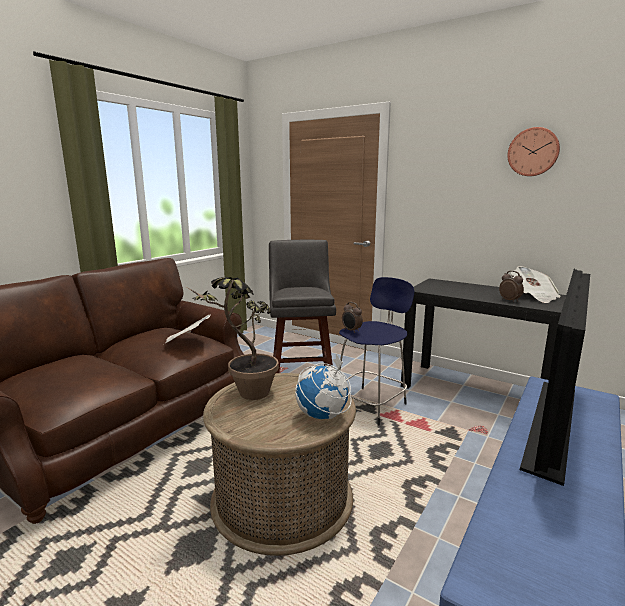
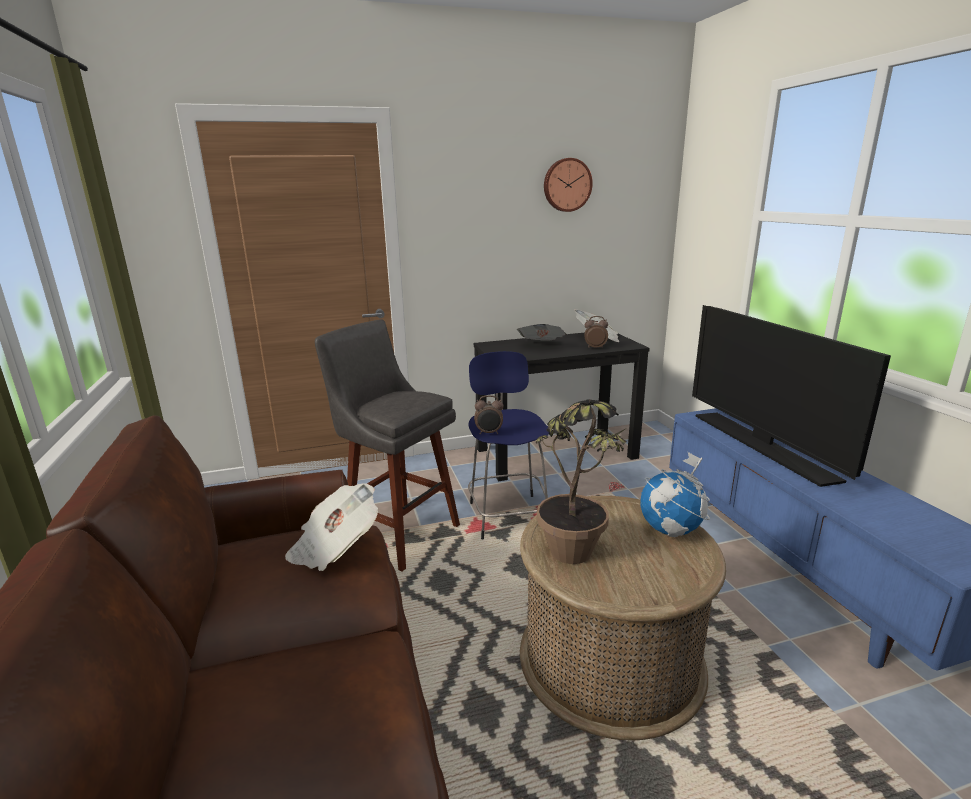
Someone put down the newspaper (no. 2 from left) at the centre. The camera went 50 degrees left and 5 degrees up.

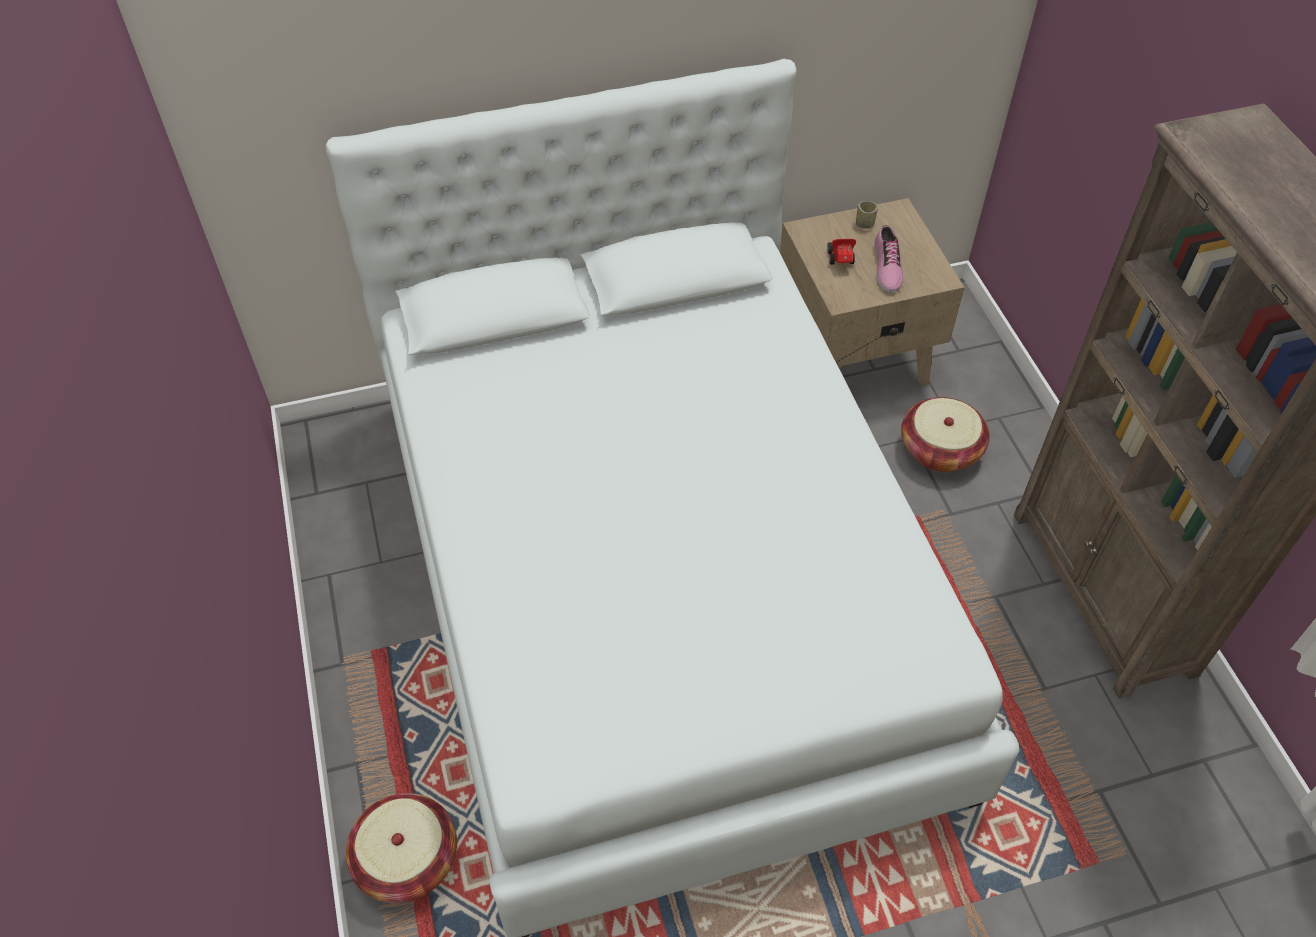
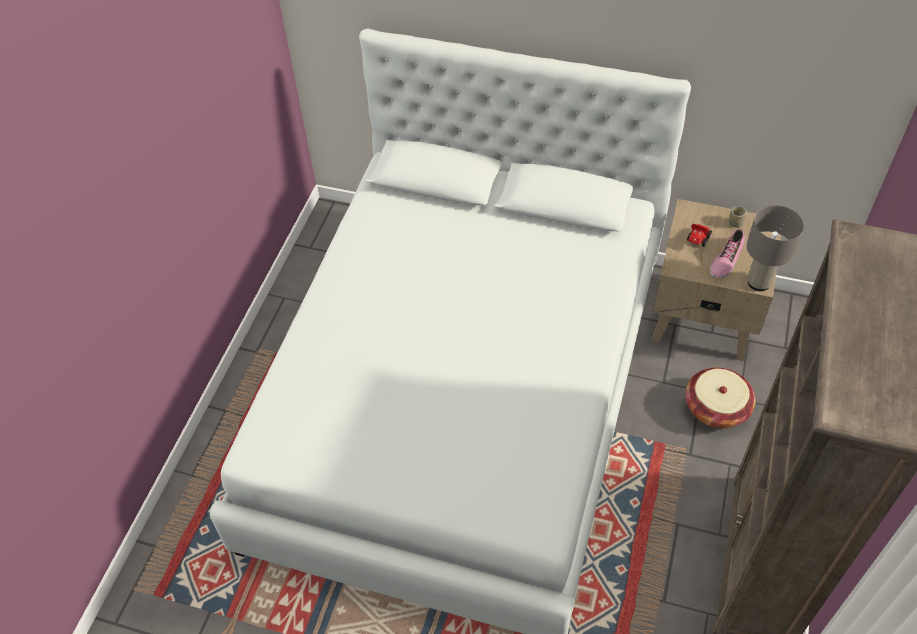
Someone put down the grey table lamp at the middle right. Someone took away the basket (no. 1 from left) at the bottom left. The camera went 35 degrees right and 0 degrees up.

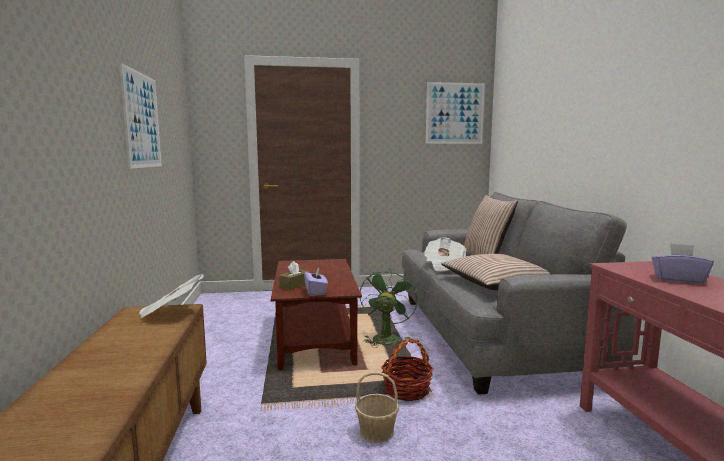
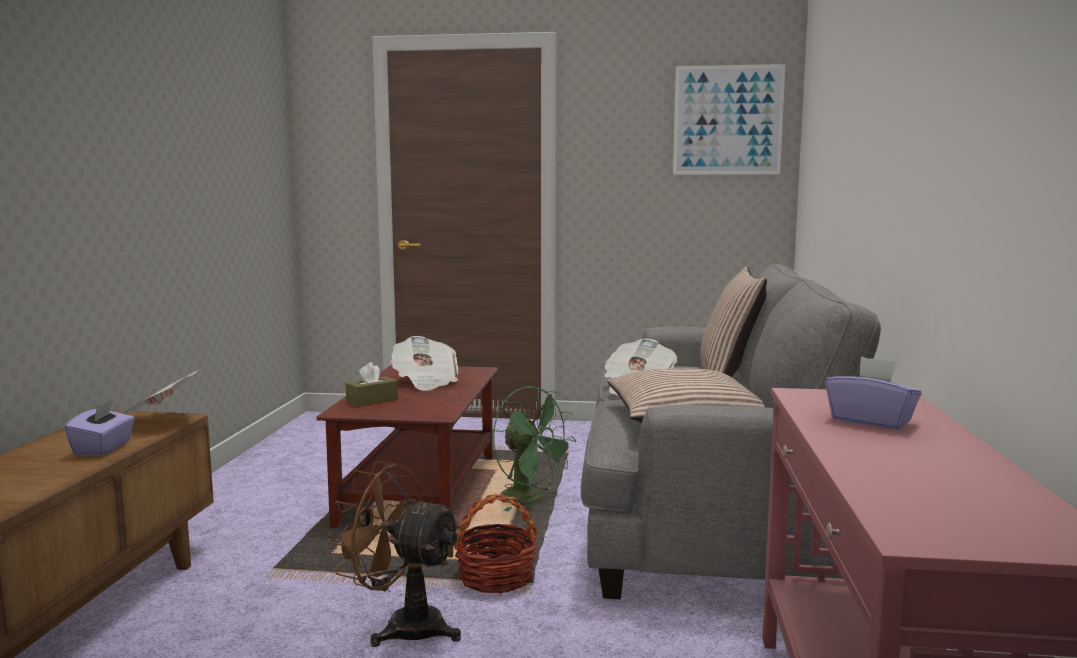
Someone carried the purple tissue box (no. 1 from left) from the centre to the middle left. Someone swapped the basket (no. 1 from left) at the bottom centre for the brown fan at the bottom centre. Someone put down the newspaper (no. 2 from left) at the centre. Someone rotated the green fan at the bottom centre by 105 degrees clockwise. Someone took away the picture (no. 1 from left) at the top left. The camera went 15 degrees right and 0 degrees up.

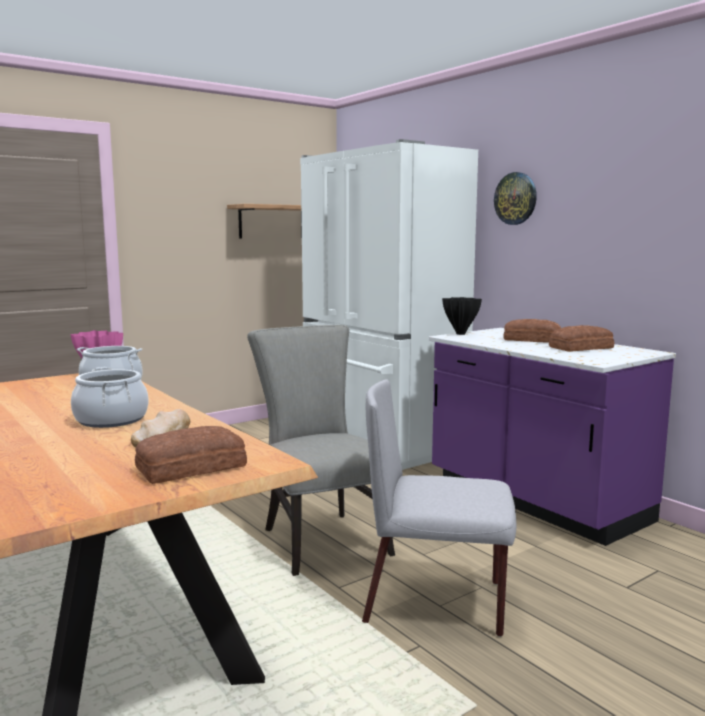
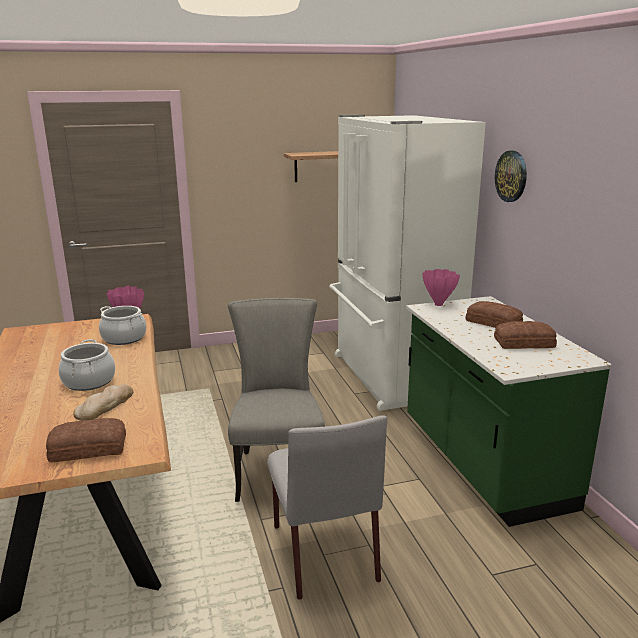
Someone rotated the grey chair (no. 2 from left) at the bottom centre by 135 degrees counterclockwise. Someone repainted the purple counter at the middle right, which became the green counter at the middle right. Someone repainted the black vase at the centre, which became the pink vase (no. 2 from left) at the middle right. The camera went 20 degrees right and 10 degrees up.

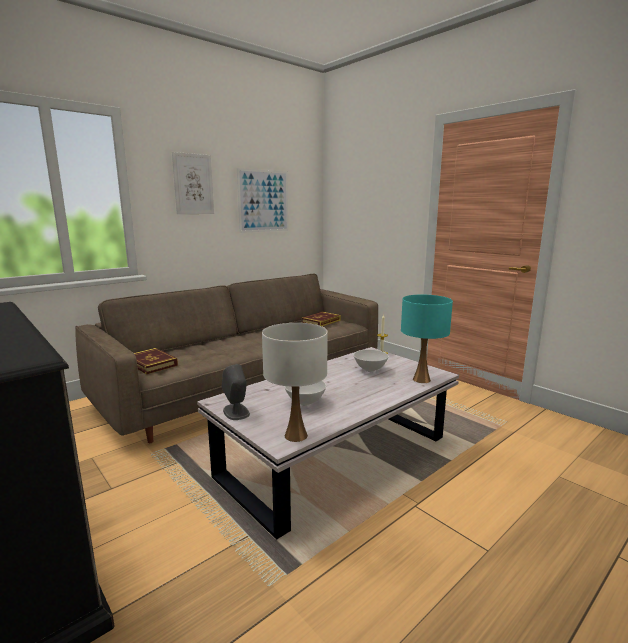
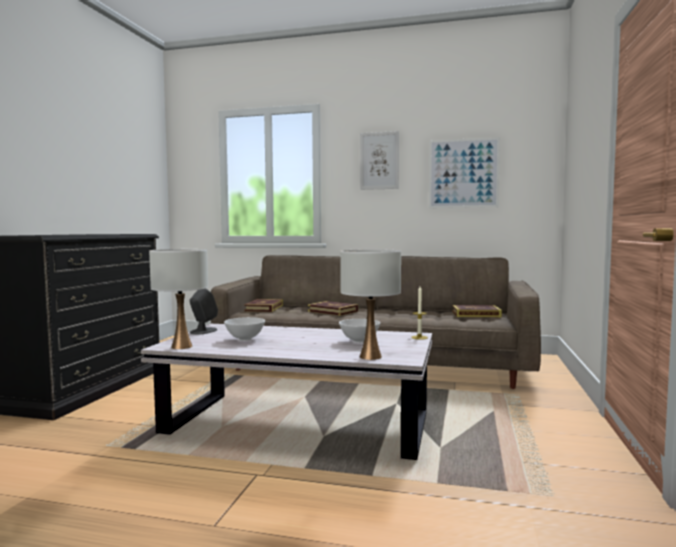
Someone put down the book (no. 2 from left) at the centre. Someone repainted the turquoise table lamp at the middle right, which became the white table lamp (no. 2 from left) at the centre. The camera went 55 degrees right and 10 degrees down.

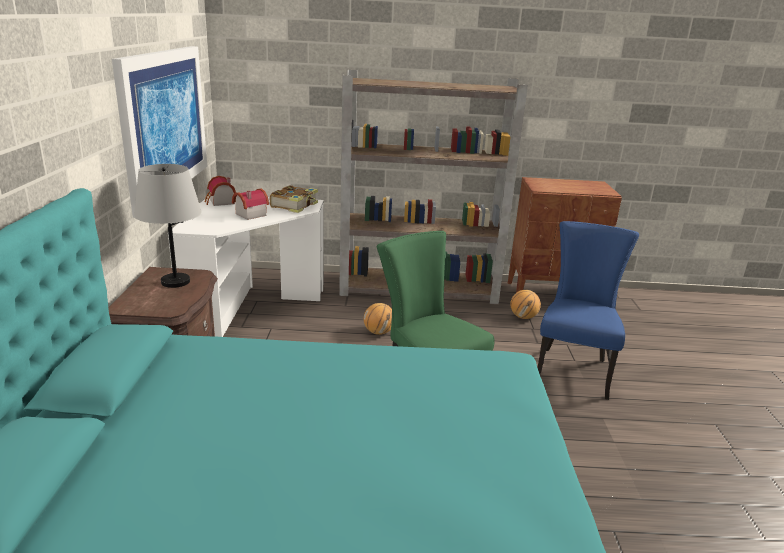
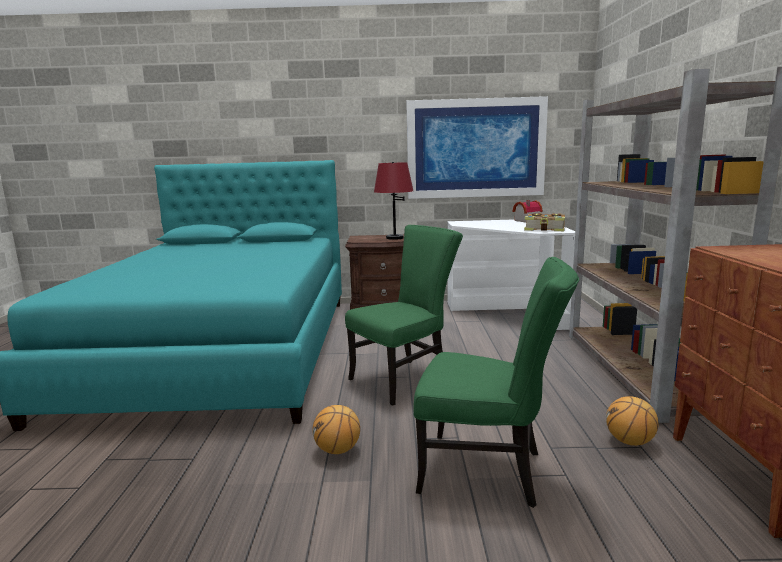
Someone carried the basketball (no. 1 from left) from the centre to the bottom centre. Someone repainted the grey table lamp at the middle left, which became the red table lamp at the centre. Someone repainted the blue chair at the middle right, which became the green chair (no. 2 from left) at the bottom centre. Someone took away the toy house (no. 2 from left) at the middle left. The camera went 90 degrees right and 10 degrees down.

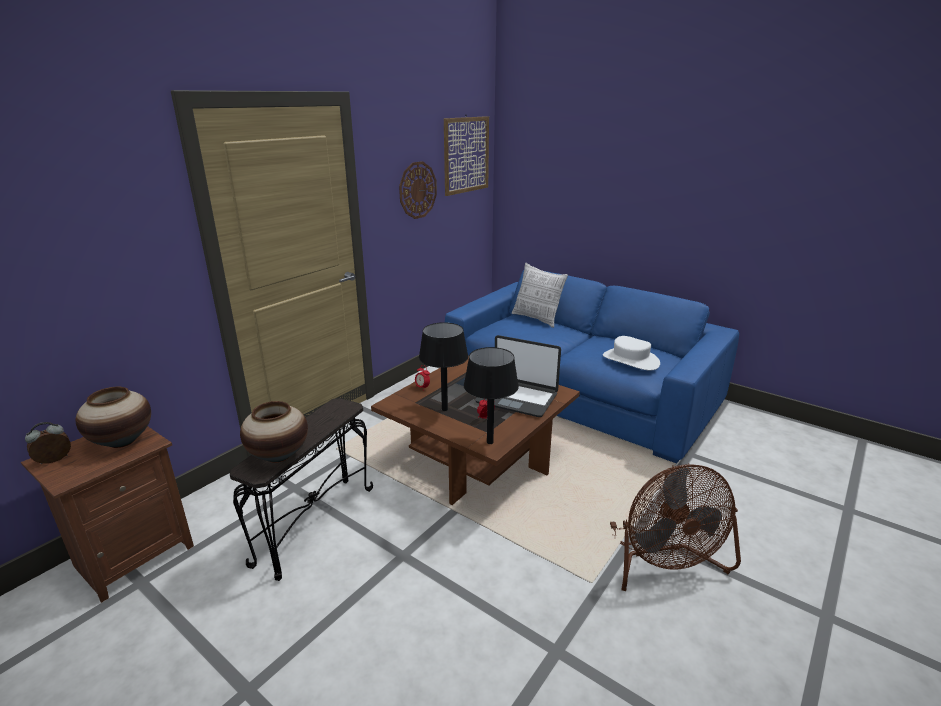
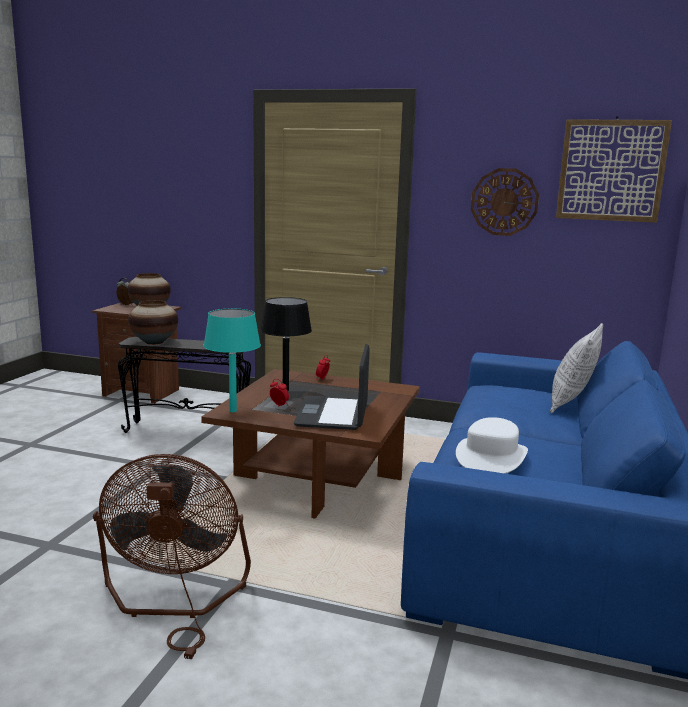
Someone rotated the brown fan at the bottom right by 120 degrees clockwise. Someone repainted the black table lamp (no. 2 from left) at the centre, which became the turquoise table lamp at the centre. The camera went 70 degrees right and 10 degrees down.

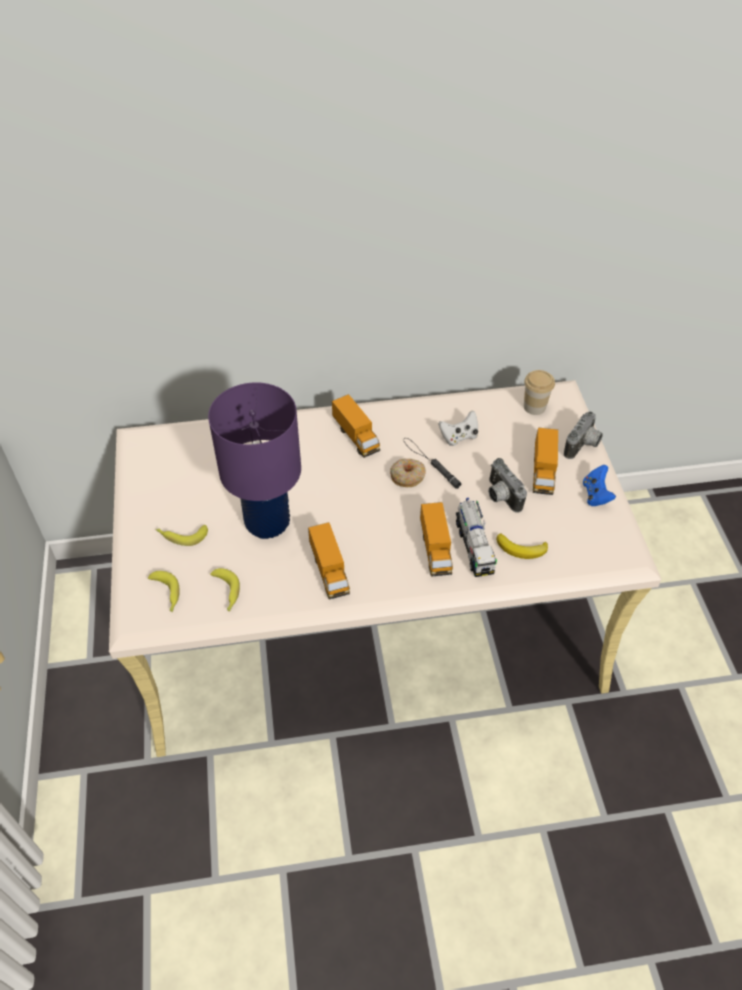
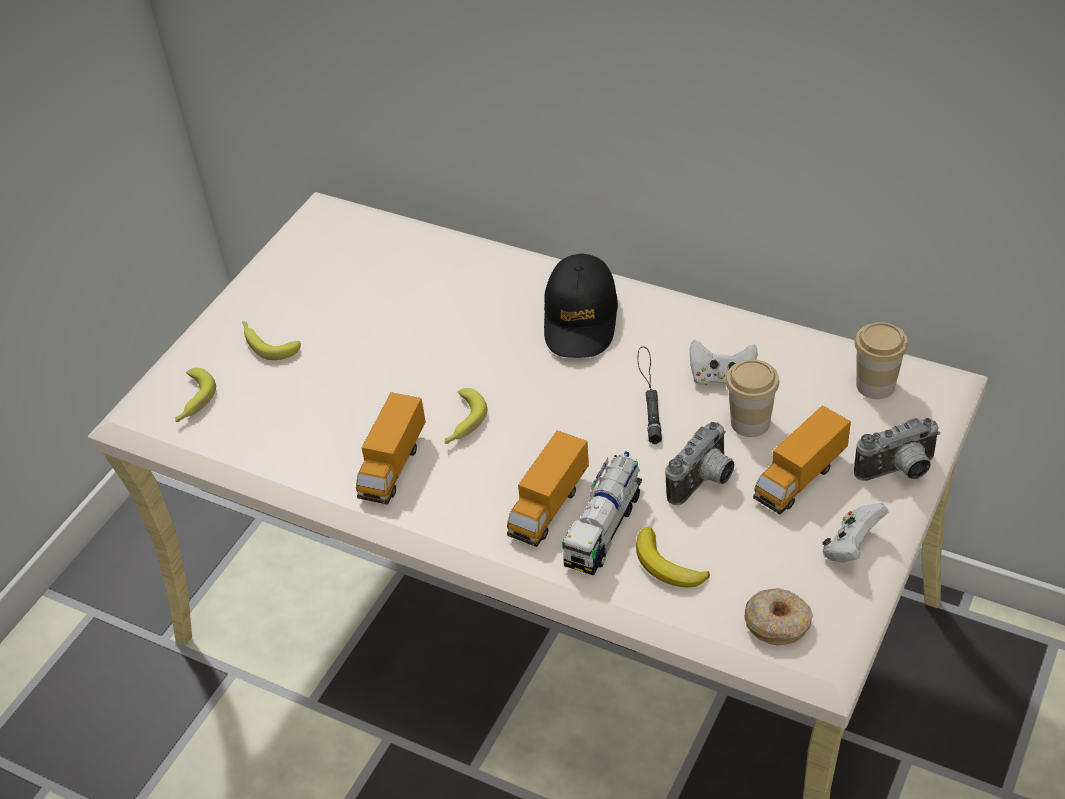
Someone carried the banana (no. 3 from left) from the middle left to the centre. Someone swapped the toy truck (no. 2 from left) at the centre for the black cap at the centre. Someone rotated the photo camera (no. 1 from left) at the middle right by 150 degrees counterclockwise. Someone put down the cup (no. 1 from left) at the middle right. Someone carried the donut from the centre to the bottom right. Someone repainted the blue game controller at the middle right, which became the white game controller (no. 2 from left) at the middle right. Someone took away the purple table lamp at the centre. The camera went 40 degrees right and 5 degrees down.

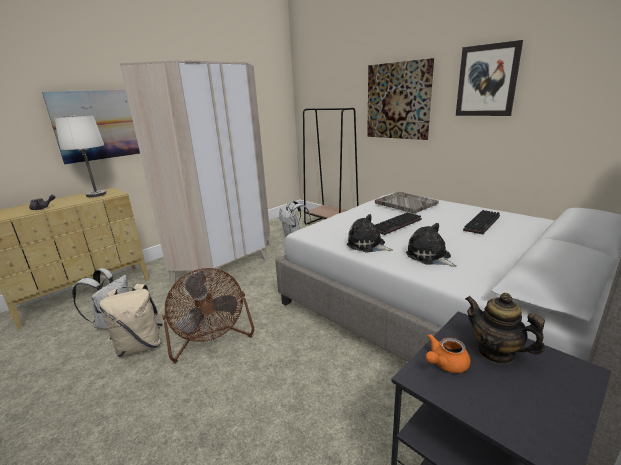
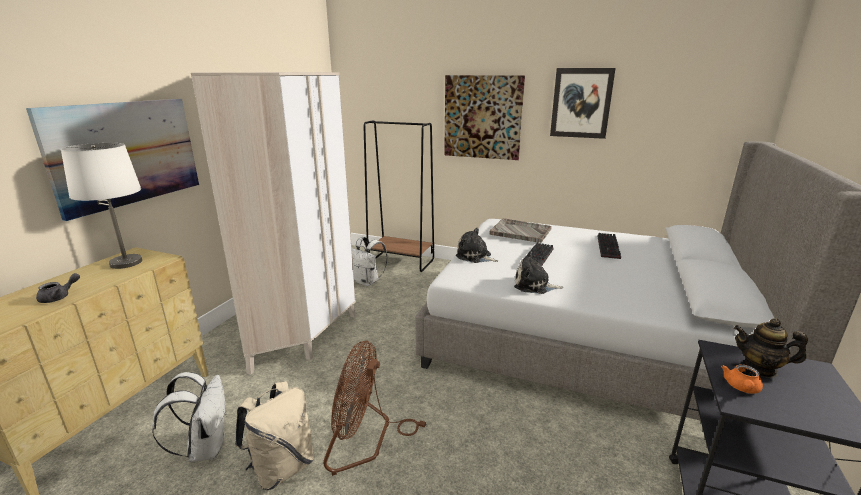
Someone rotated the brown fan at the bottom centre by 150 degrees clockwise. Someone carried the plush toy (no. 2 from left in the first image) from the middle right to the centre. The camera went 25 degrees left and 0 degrees up.

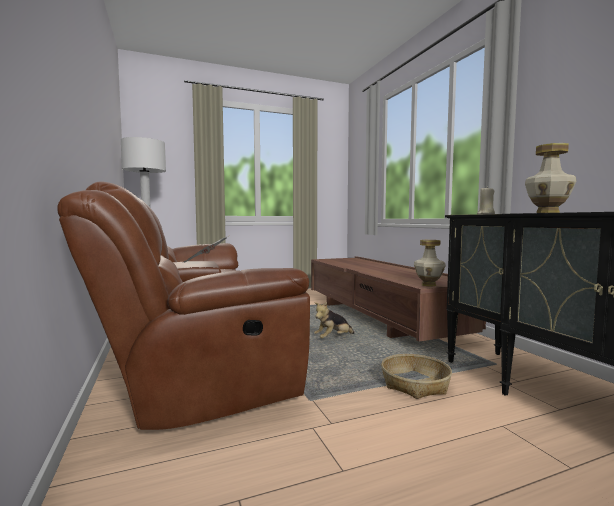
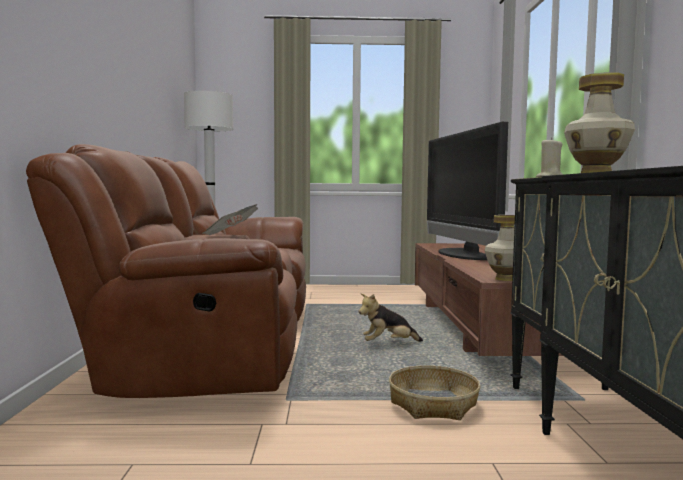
Someone put down the television at the middle right. The camera went 20 degrees right and 0 degrees up.

